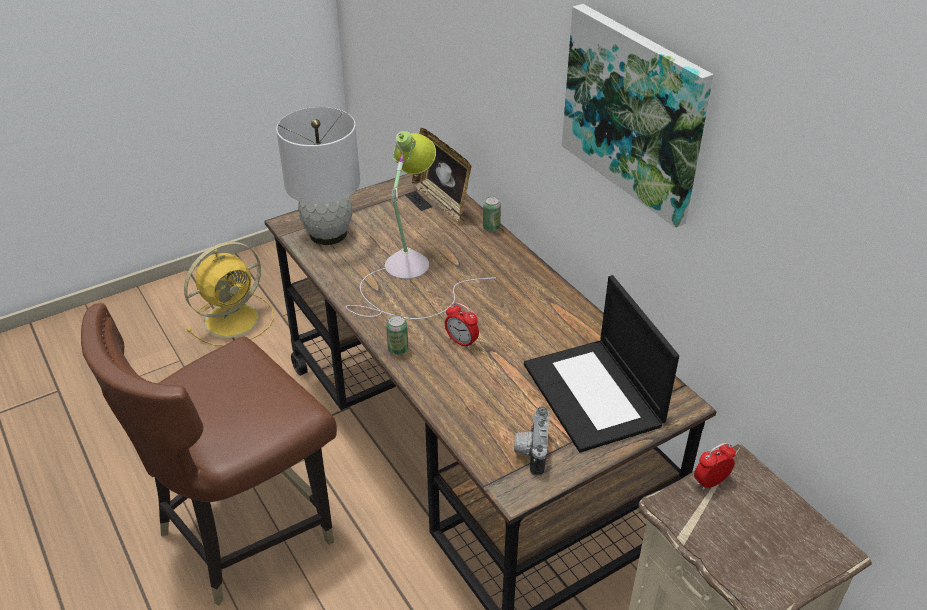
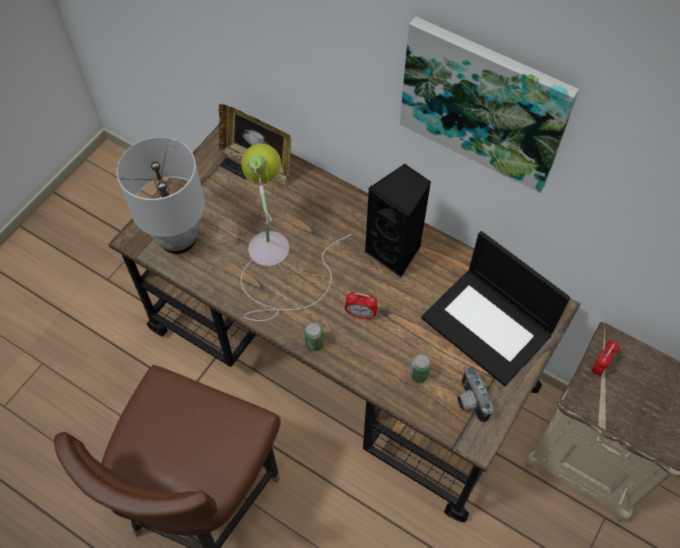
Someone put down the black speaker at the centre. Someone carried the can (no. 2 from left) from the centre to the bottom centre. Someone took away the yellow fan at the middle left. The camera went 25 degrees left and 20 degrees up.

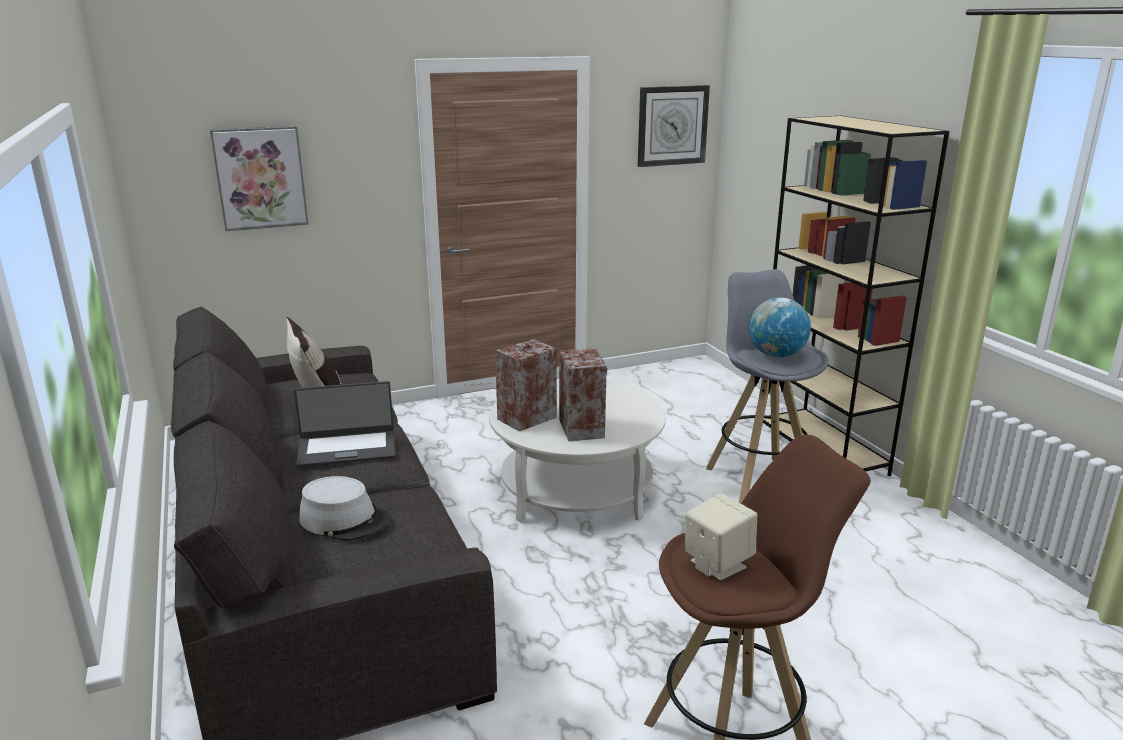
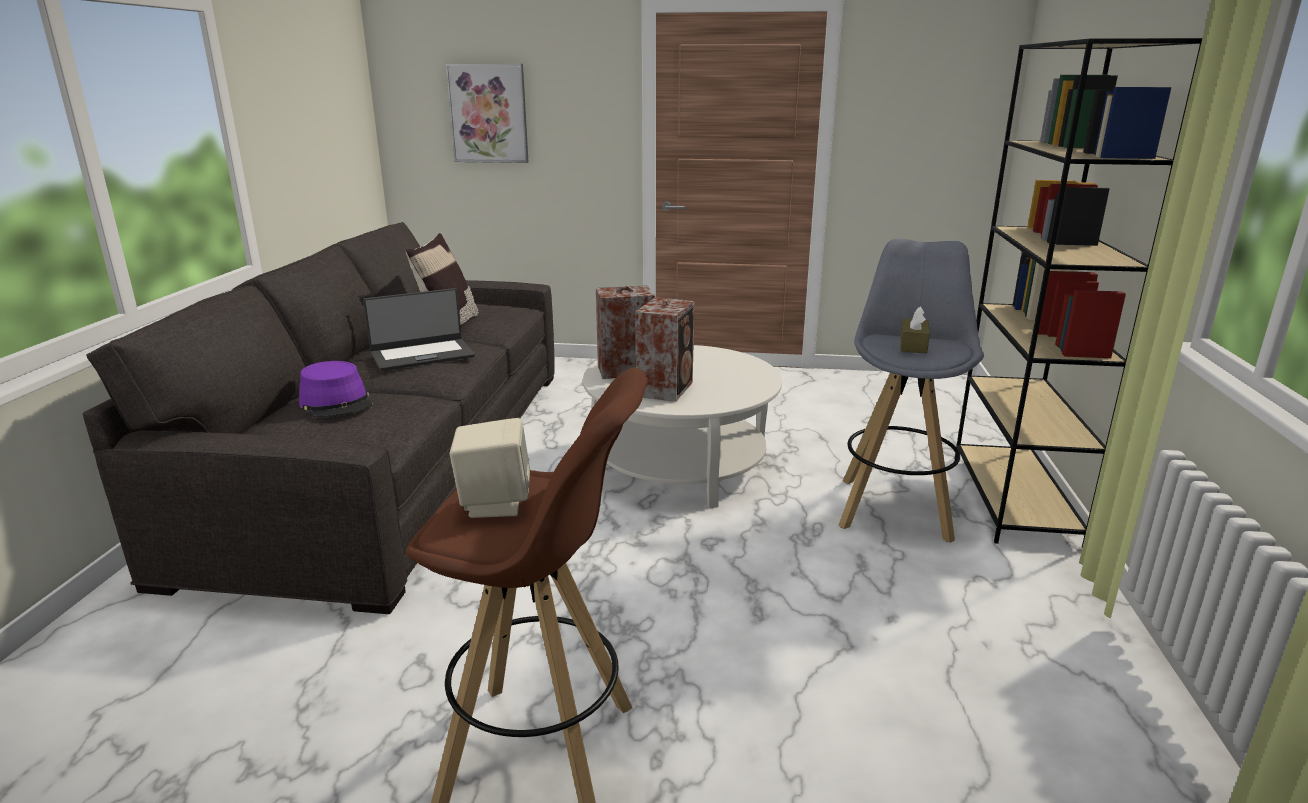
Someone repainted the grey hat at the bottom left, which became the purple hat at the middle left. Someone rotated the laptop at the middle left by 45 degrees counterclockwise. Someone swapped the globe at the middle right for the brown tissue box at the middle right. Someone took away the wall clock at the top centre. The camera went 30 degrees right and 0 degrees up.

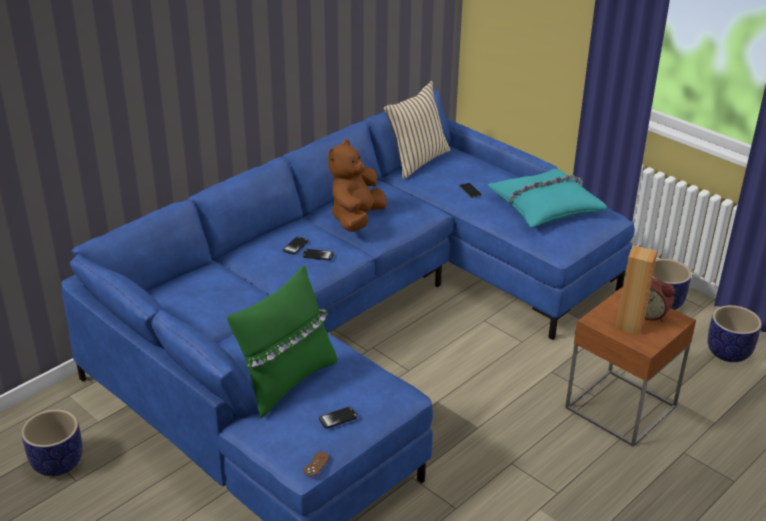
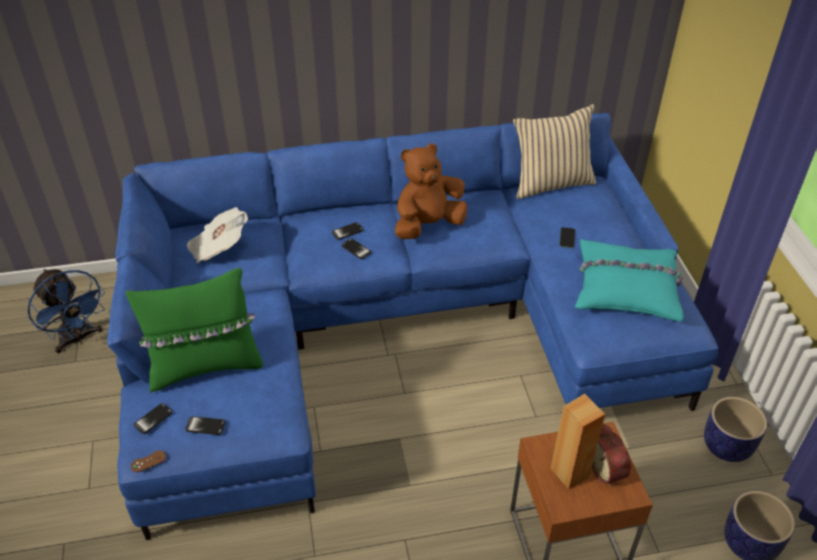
Someone swapped the planter (no. 1 from left) at the bottom left for the blue fan at the middle left. Someone put down the phone (no. 1 from left) at the bottom left. Someone put down the newspaper at the middle left. The camera went 35 degrees right and 10 degrees up.

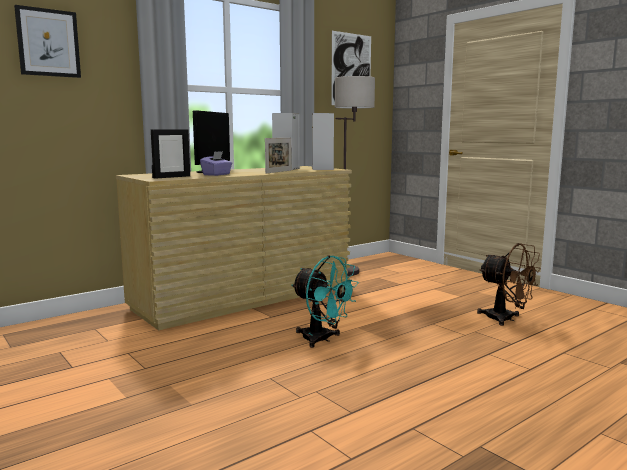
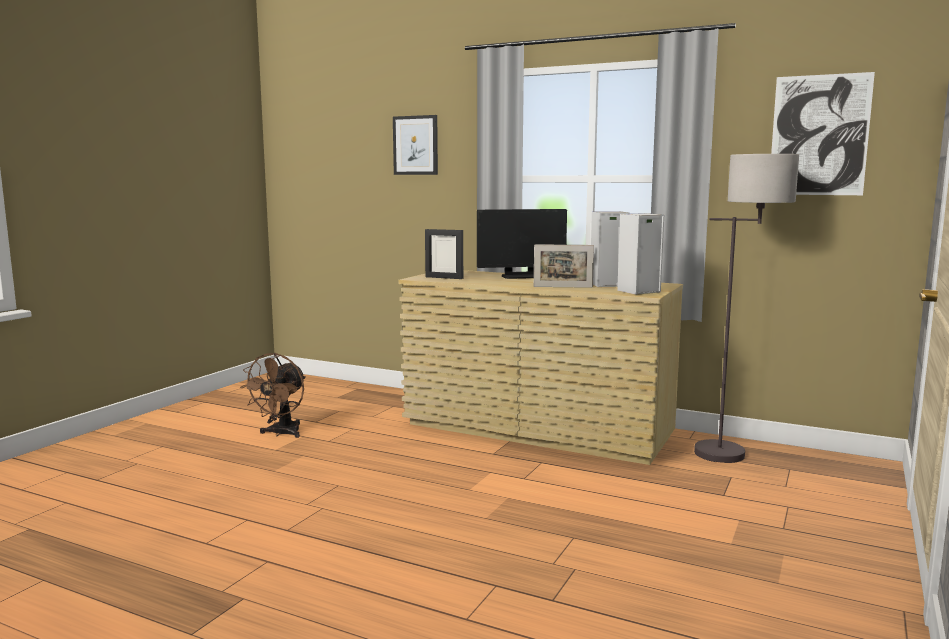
Someone carried the brown fan from the middle right to the middle left. Someone took away the purple tissue box at the centre. Someone took away the turquoise fan at the centre. The camera went 65 degrees right and 0 degrees up.

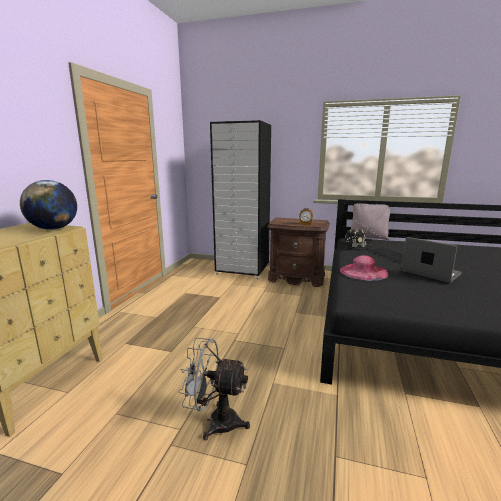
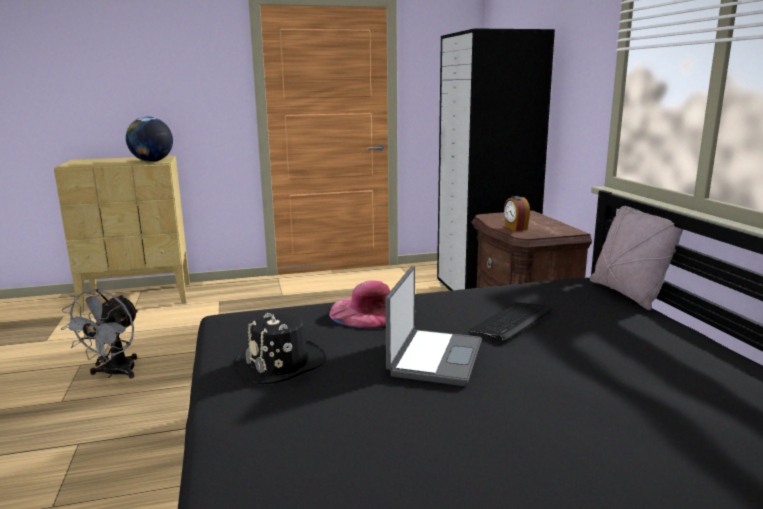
Someone rotated the grey fan at the bottom centre by 150 degrees counterclockwise. Someone carried the black hat from the middle right to the bottom centre. The camera went 60 degrees right and 0 degrees up.

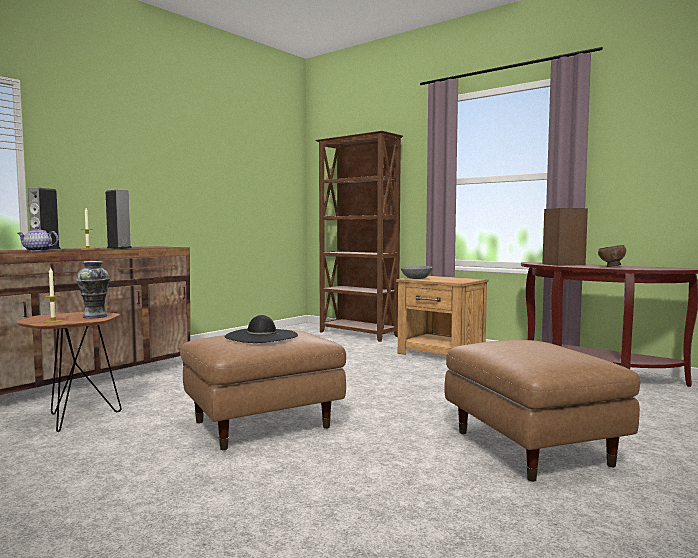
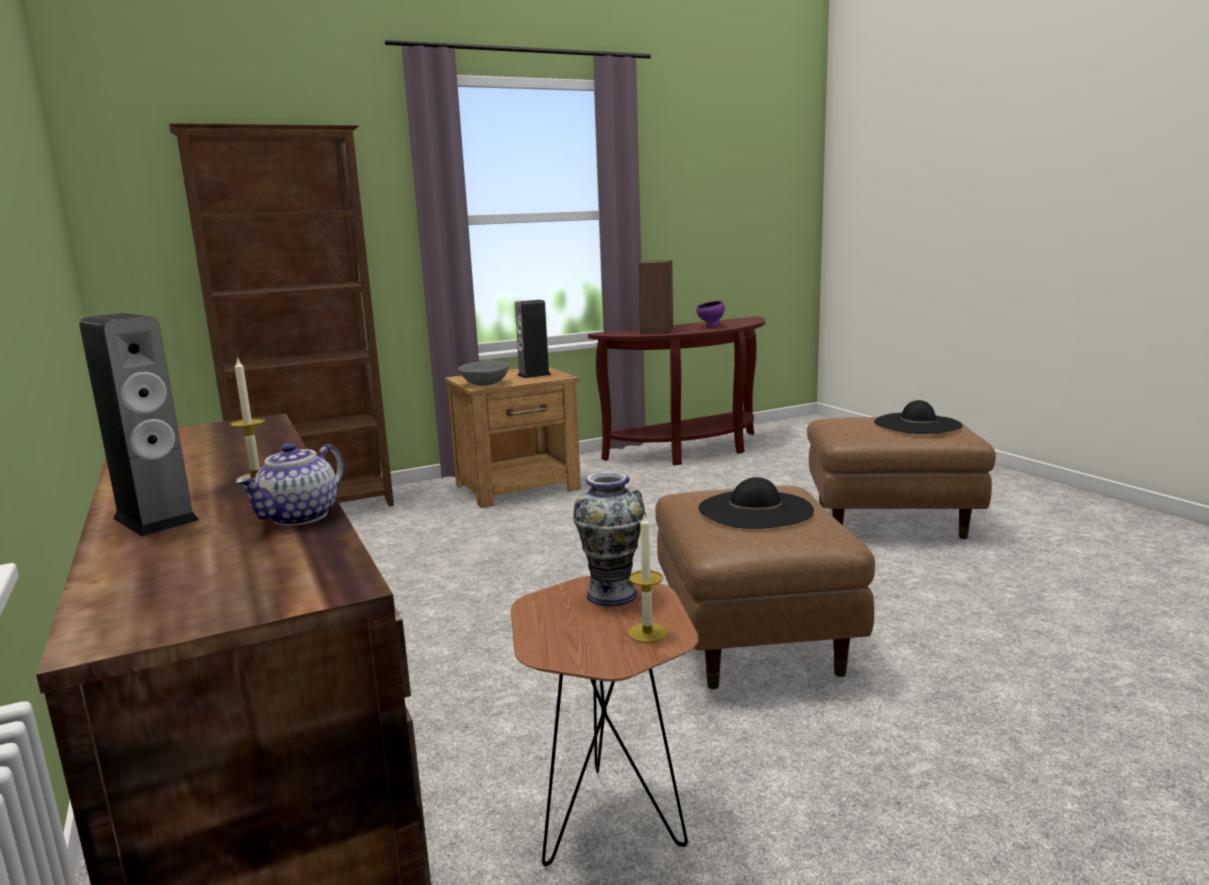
Someone carried the speaker (no. 2 from left) from the middle left to the centre. Someone repainted the brown bowl at the middle right, which became the purple bowl at the centre. Someone put down the black hat (no. 2 from left) at the middle right. The camera went 65 degrees left and 10 degrees up.

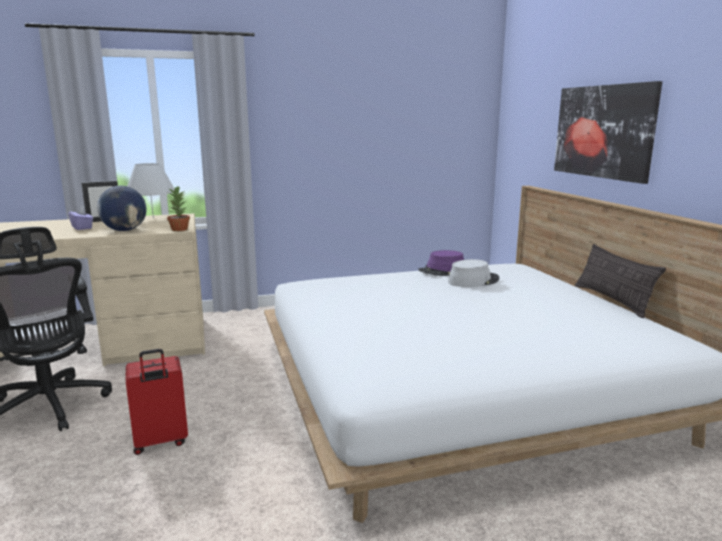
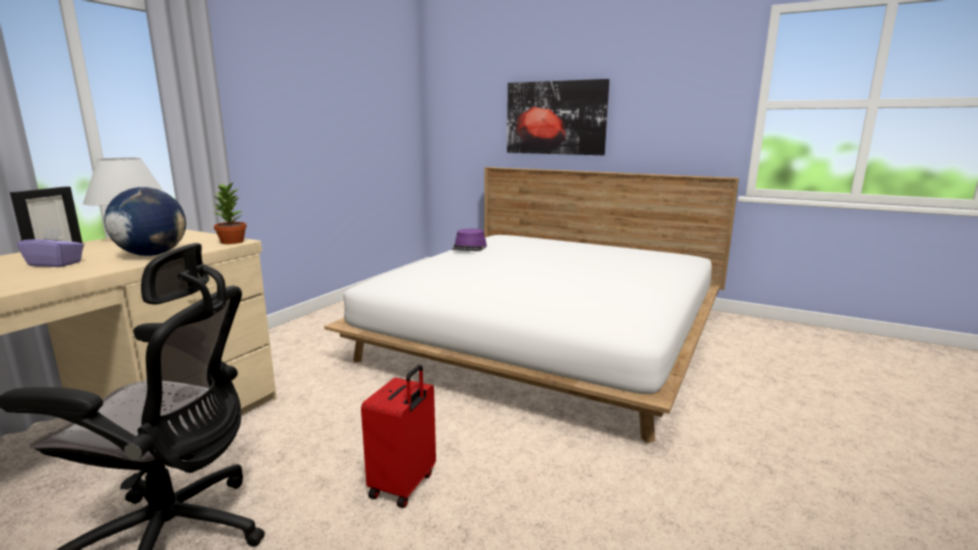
Someone took away the grey hat at the centre. Someone took away the pillow at the middle right. The camera went 45 degrees left and 0 degrees up.

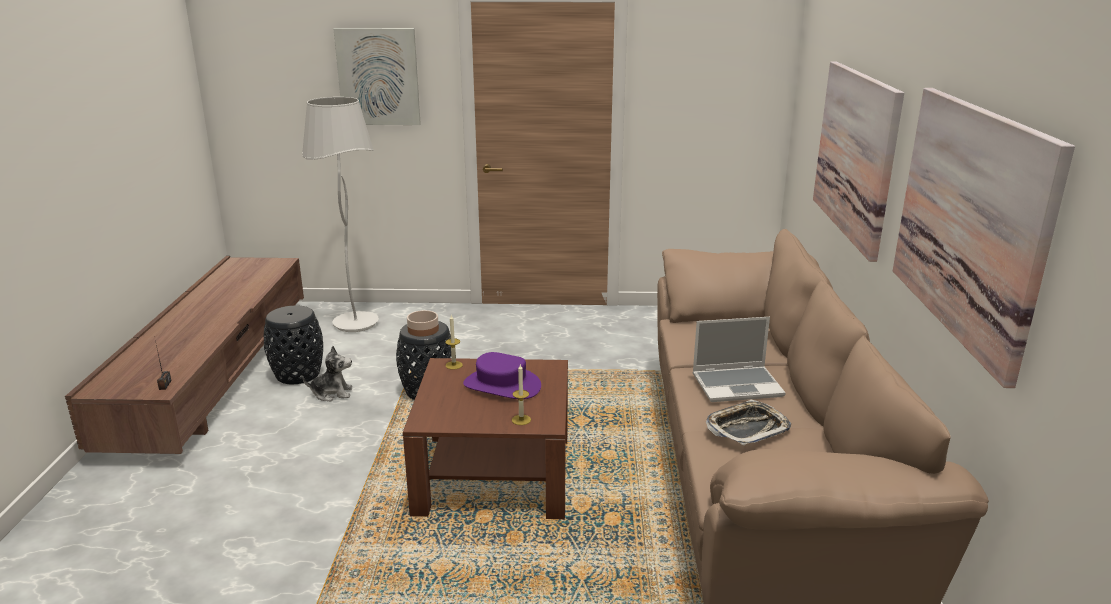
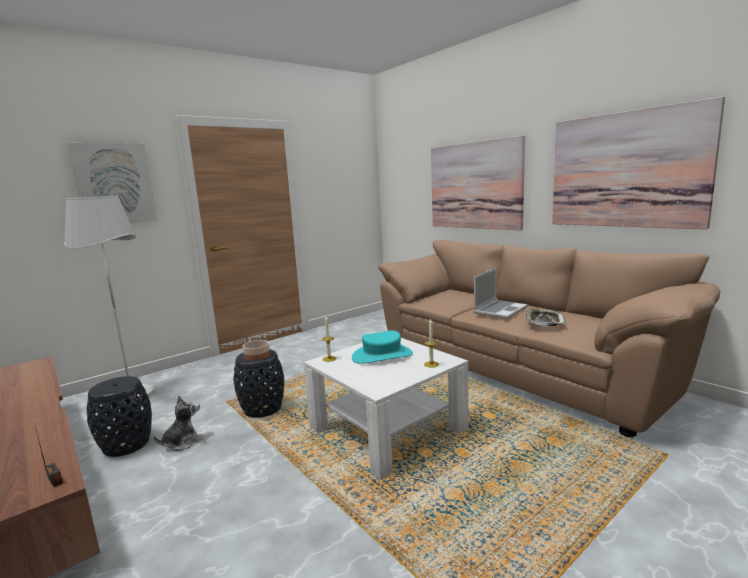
Someone repainted the brown coffee table at the bottom centre, which became the white coffee table at the bottom centre. Someone repainted the purple hat at the centre, which became the turquoise hat at the centre. The camera went 40 degrees left and 10 degrees down.

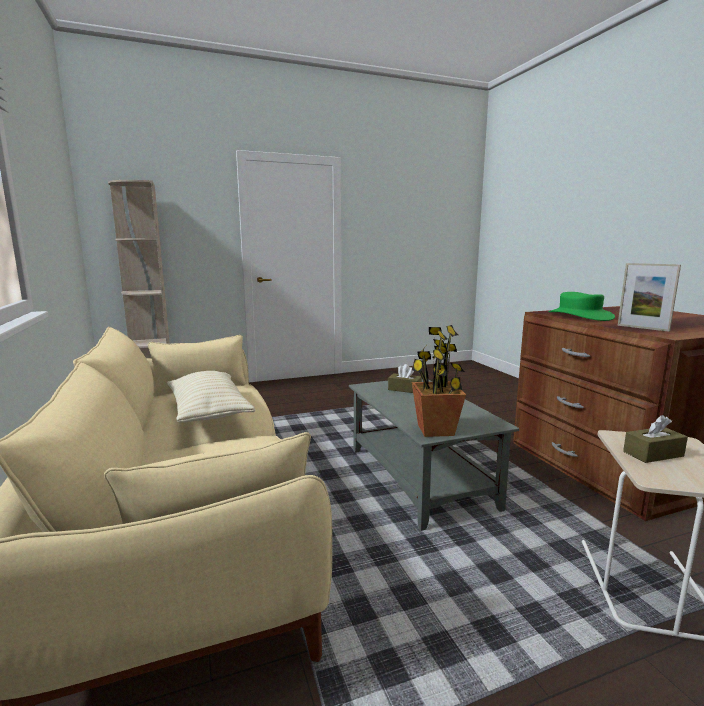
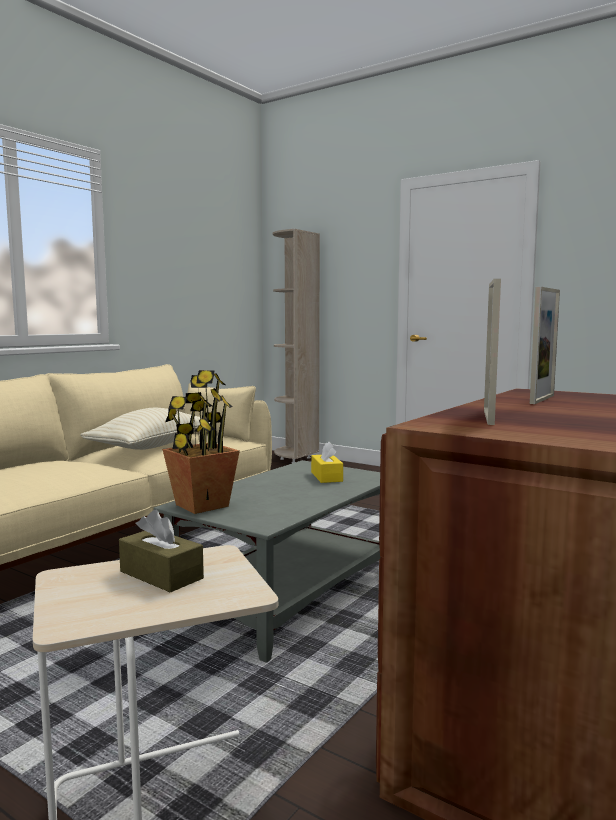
Someone repainted the brown tissue box (no. 1 from left) at the centre, which became the yellow tissue box at the centre. Someone swapped the green hat at the middle right for the picture frame (no. 2 from left) at the middle right. The camera went 55 degrees right and 5 degrees down.

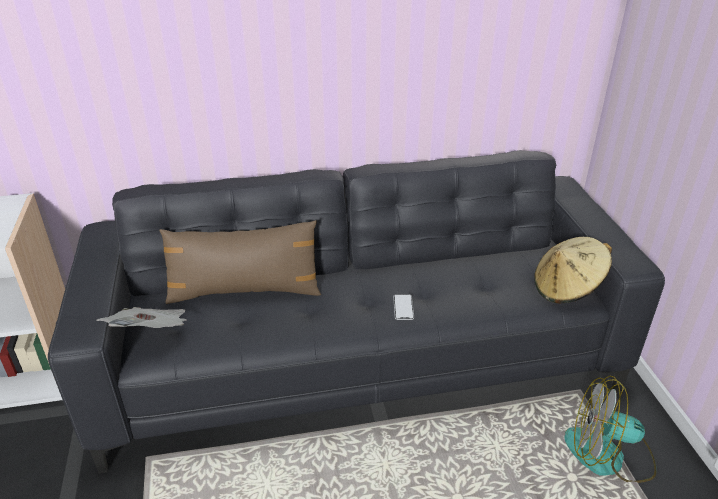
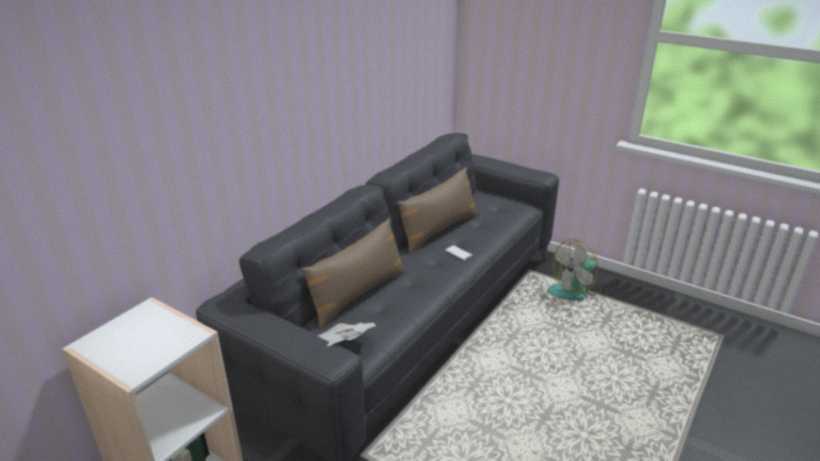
Someone put down the brown pillow (no. 2 from left) at the centre. Someone took away the beige hat at the middle right. The camera went 45 degrees left and 5 degrees down.

